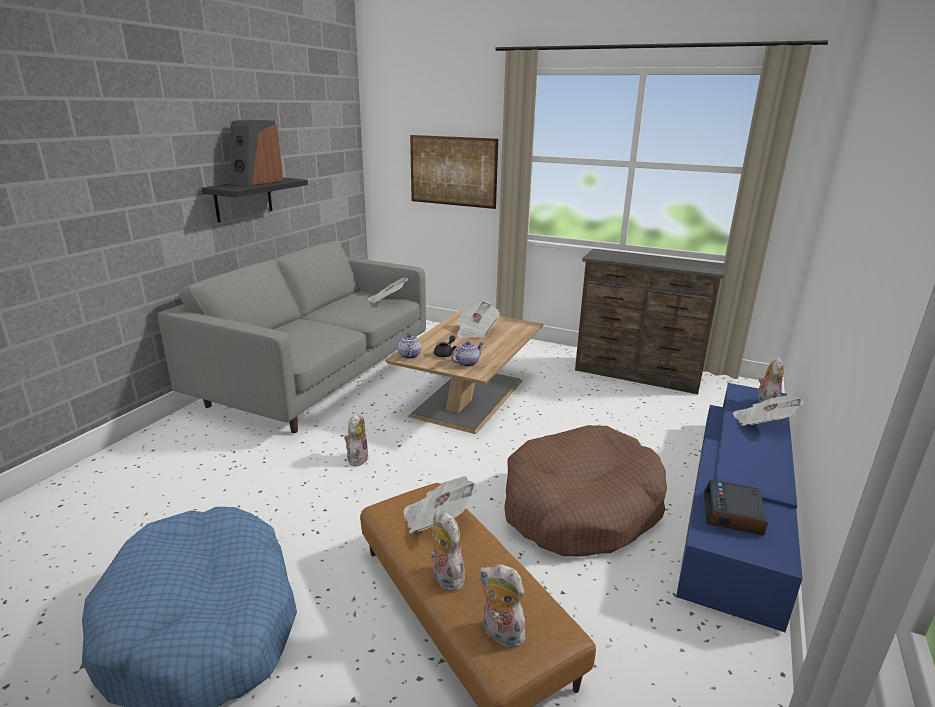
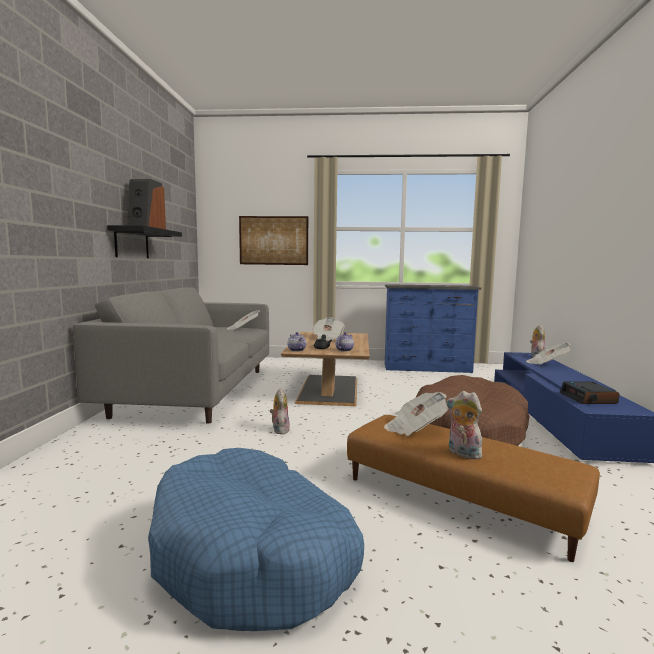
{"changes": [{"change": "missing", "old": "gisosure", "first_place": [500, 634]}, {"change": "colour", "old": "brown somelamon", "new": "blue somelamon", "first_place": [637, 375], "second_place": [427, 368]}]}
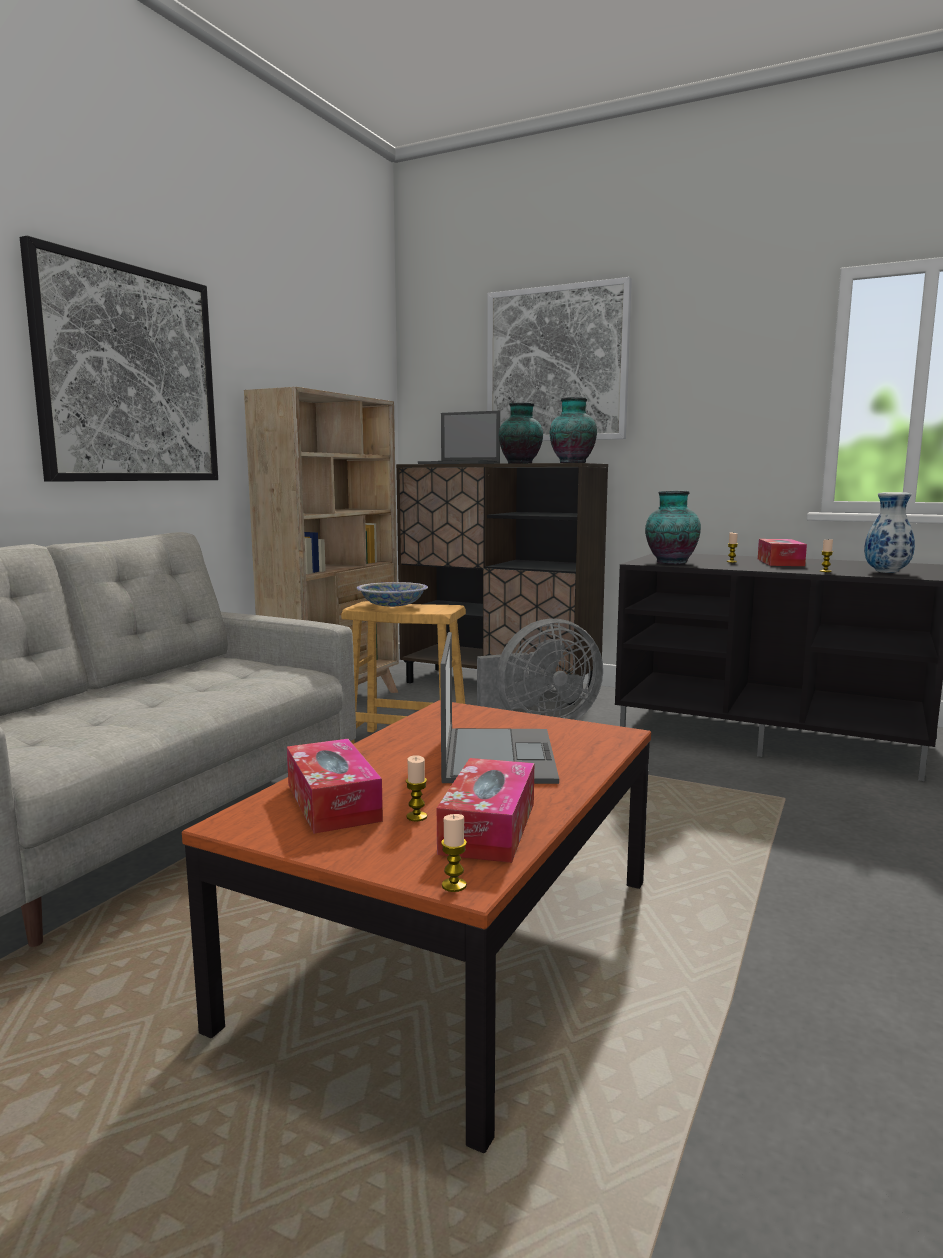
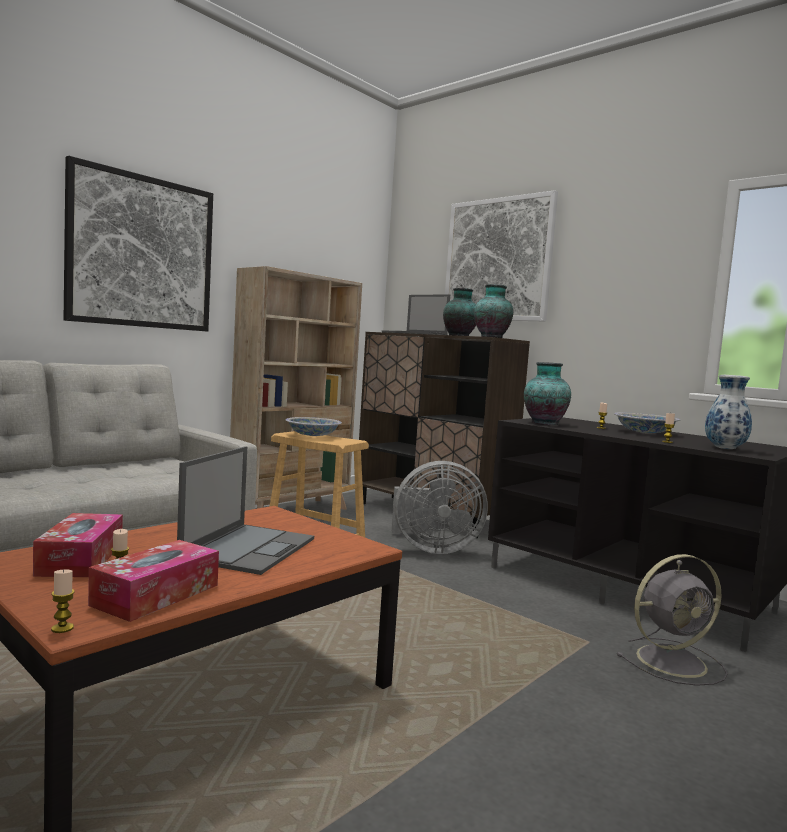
{"changes": [{"change": "appeared", "new": "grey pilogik", "second_place": [674, 661]}, {"change": "exchanged", "old": "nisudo", "new": "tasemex", "first_place": [780, 562], "second_place": [645, 432]}]}
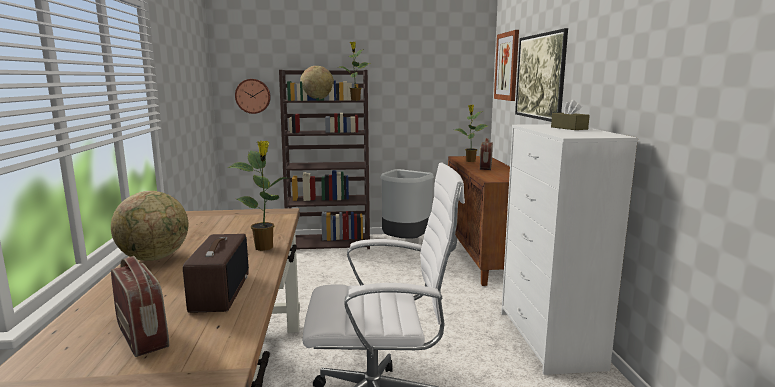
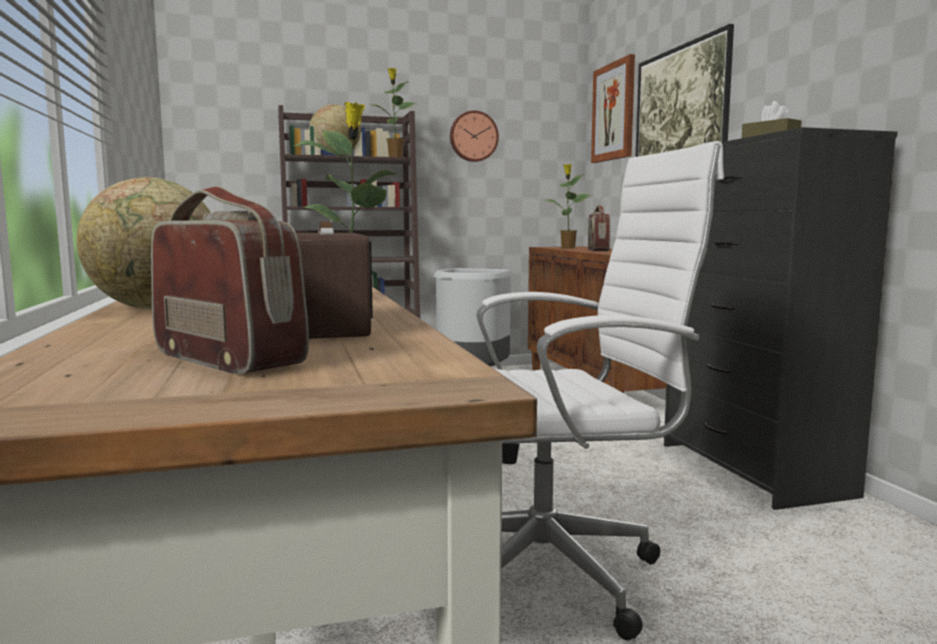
{"changes": [{"change": "relocated", "old": "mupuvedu", "first_place": [253, 96], "second_place": [473, 136]}, {"change": "colour", "old": "white somelamon", "new": "black somelamon", "first_place": [550, 339], "second_place": [754, 470]}]}
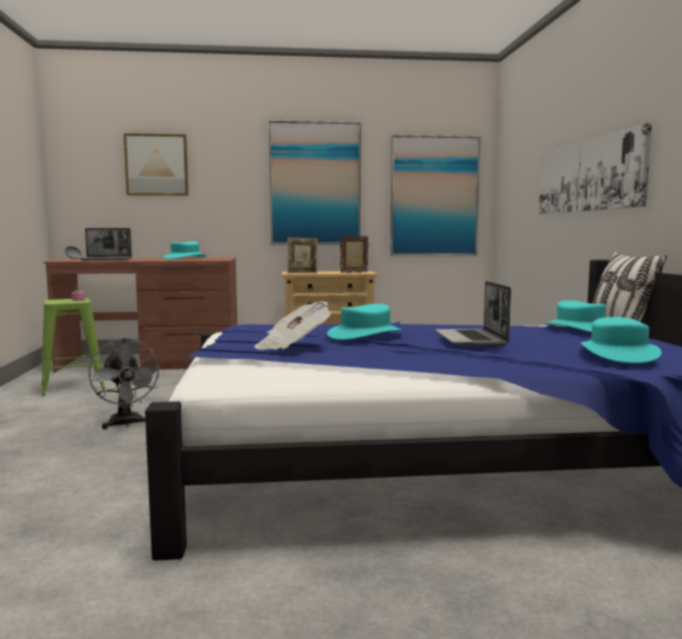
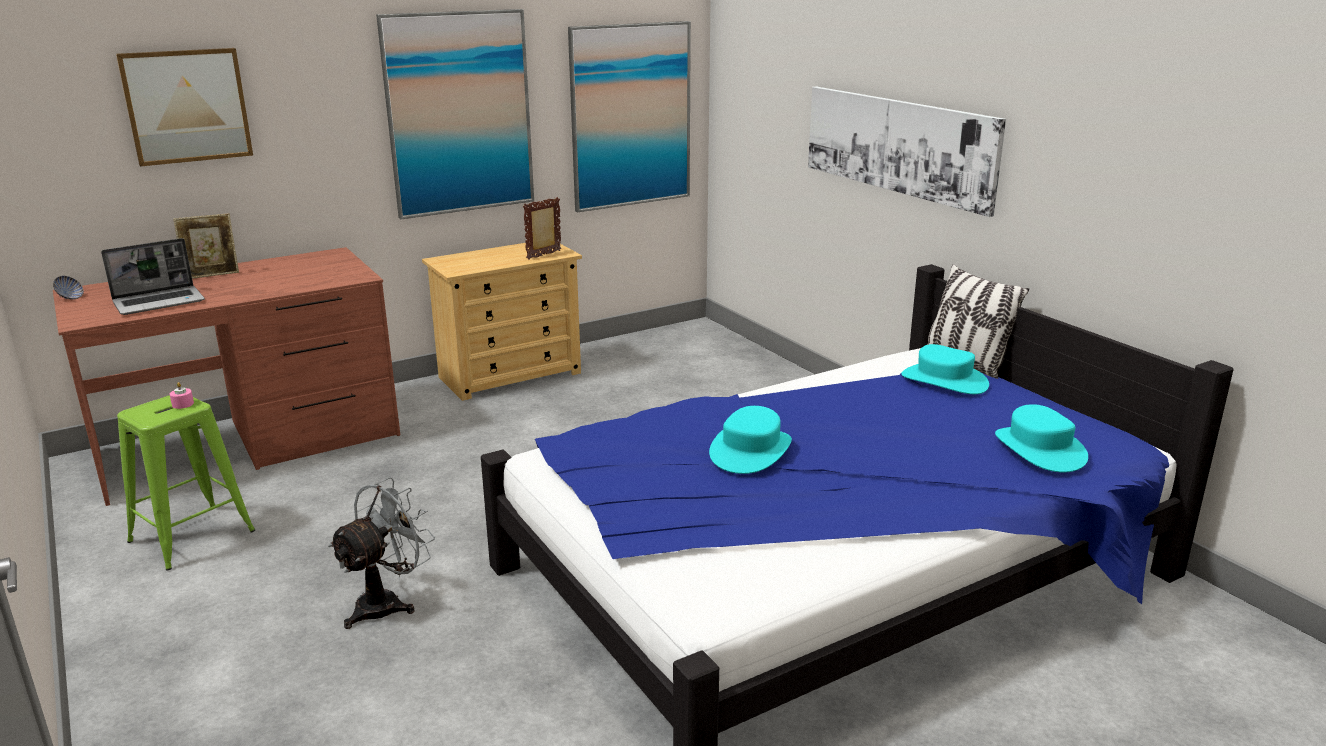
{"changes": [{"change": "missing", "old": "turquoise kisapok", "first_place": [185, 258]}, {"change": "missing", "old": "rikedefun", "first_place": [292, 346]}, {"change": "missing", "old": "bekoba", "first_place": [471, 339]}, {"change": "relocated", "old": "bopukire", "first_place": [302, 273], "second_place": [212, 275]}, {"change": "spun", "old": "grey pilogik", "first_place": [126, 424], "second_place": [387, 603], "degrees": -90}]}
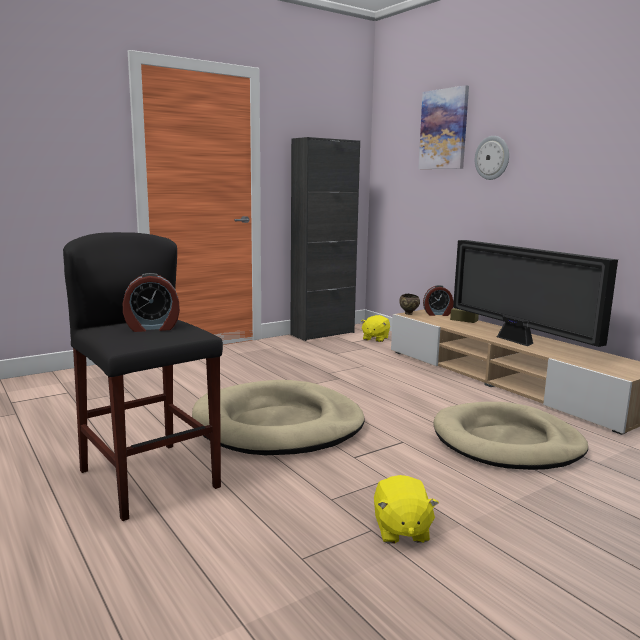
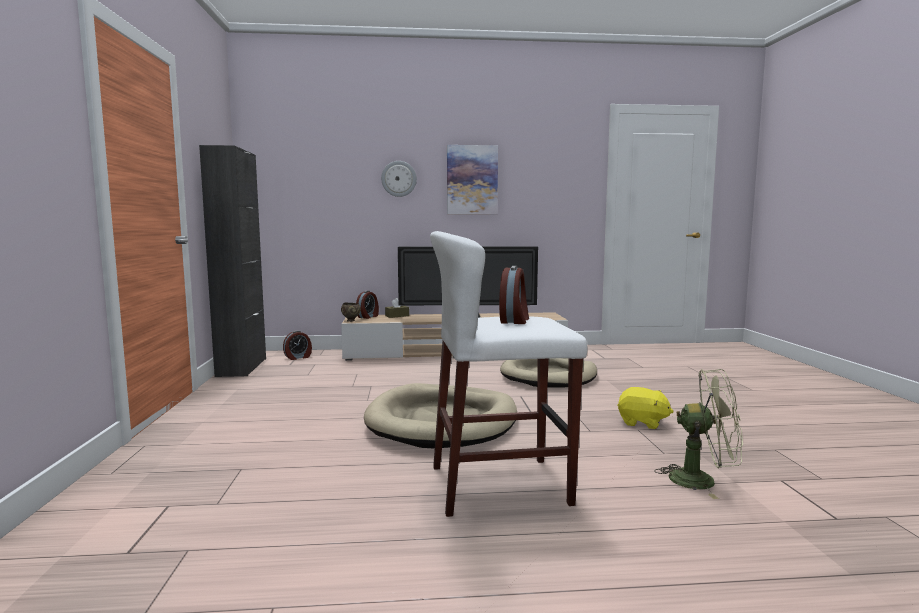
{"changes": [{"change": "appeared", "new": "green pilogik", "second_place": [702, 480]}, {"change": "relocated", "old": "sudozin", "first_place": [444, 129], "second_place": [472, 180]}, {"change": "exchanged", "old": "yellow gisosure", "new": "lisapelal", "first_place": [375, 338], "second_place": [298, 357]}, {"change": "colour", "old": "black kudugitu", "new": "white kudugitu", "first_place": [149, 479], "second_place": [499, 485]}]}
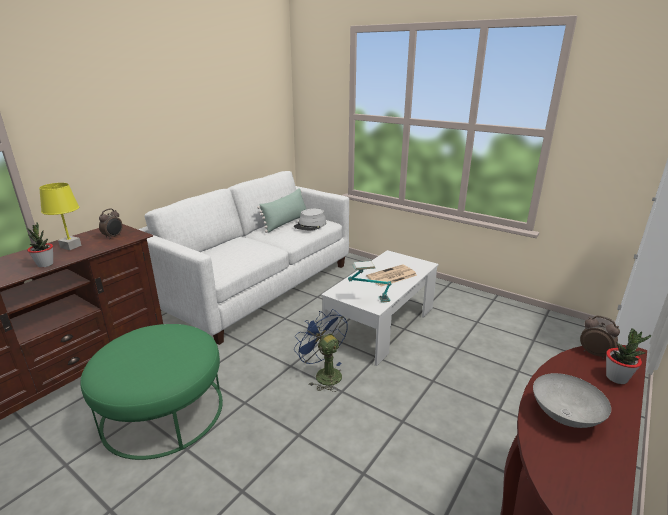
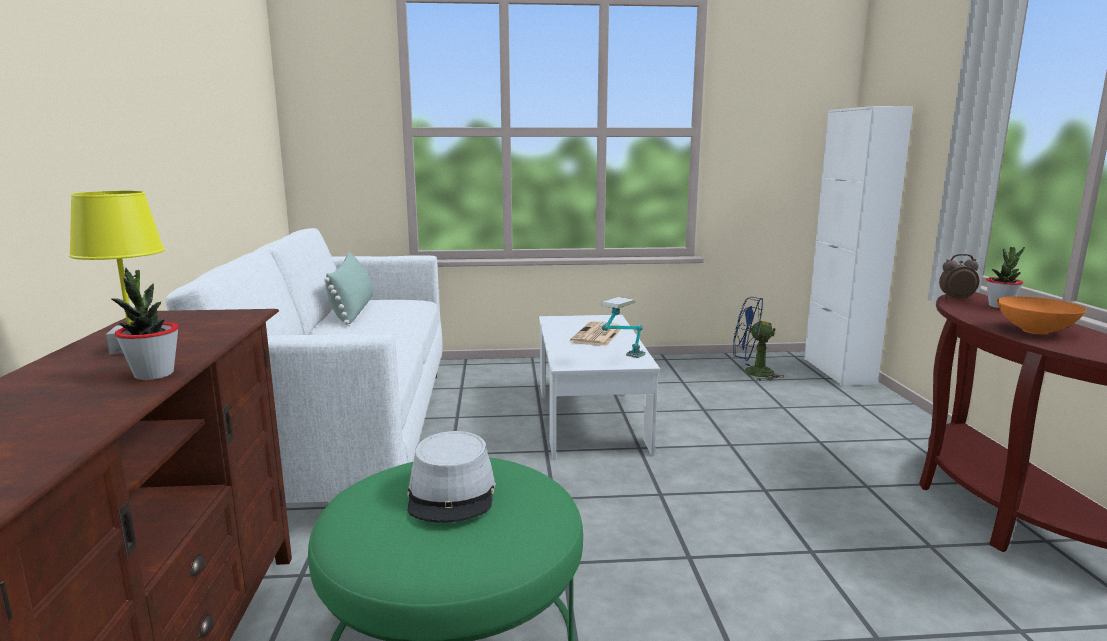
{"changes": [{"change": "missing", "old": "lisapelal", "first_place": [114, 237]}, {"change": "relocated", "old": "grey kisapok", "first_place": [310, 225], "second_place": [452, 493]}, {"change": "relocated", "old": "blue pilogik", "first_place": [323, 374], "second_place": [751, 373]}, {"change": "colour", "old": "grey tasemex", "new": "orange tasemex", "first_place": [564, 416], "second_place": [1035, 331]}]}
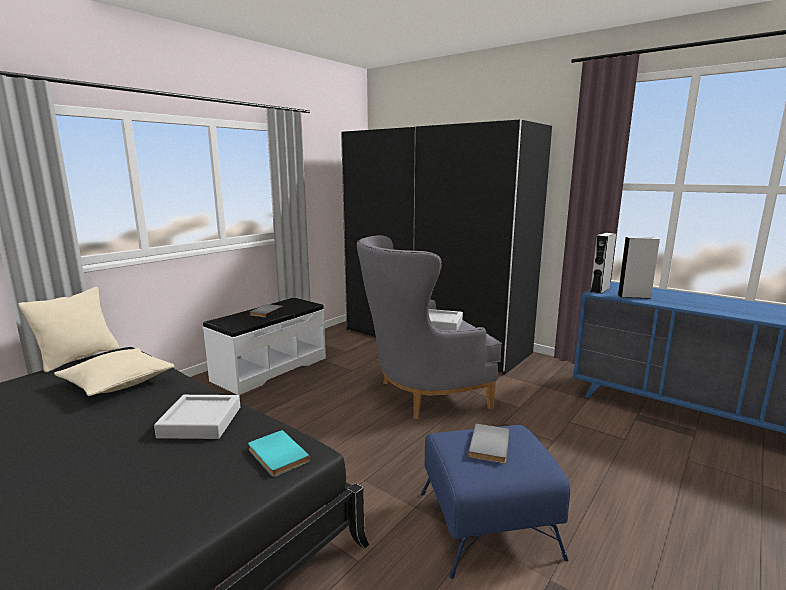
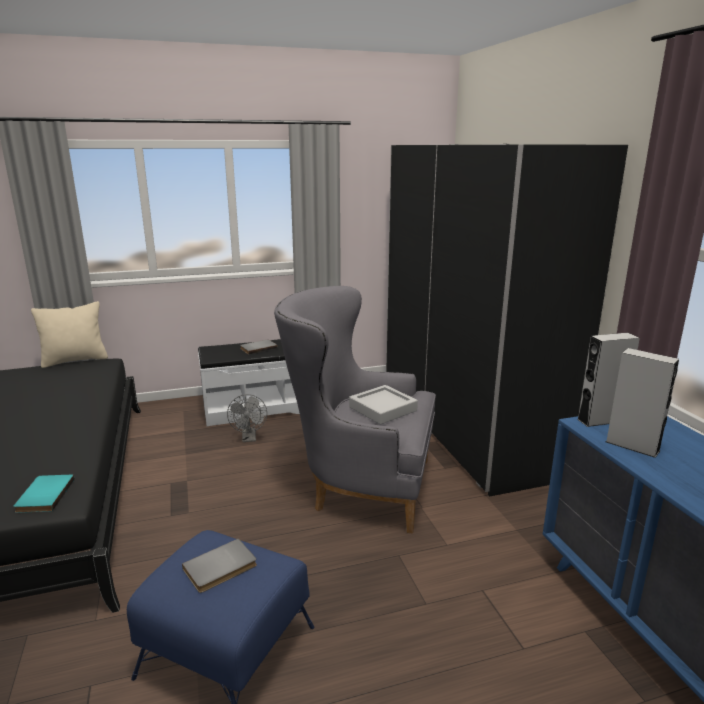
{"changes": [{"change": "missing", "old": "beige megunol", "first_place": [118, 383]}, {"change": "missing", "old": "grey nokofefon", "first_place": [200, 422]}, {"change": "appeared", "new": "grey pilogik", "second_place": [249, 438]}]}
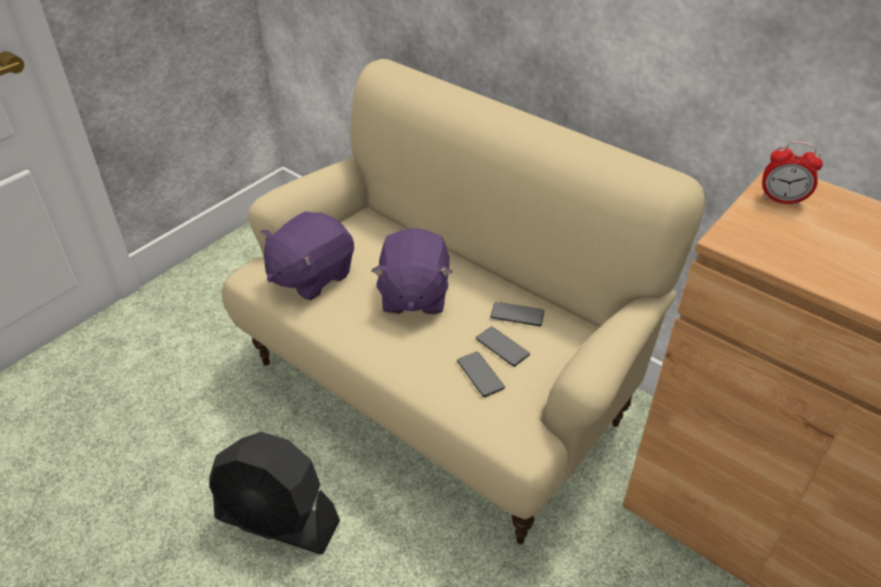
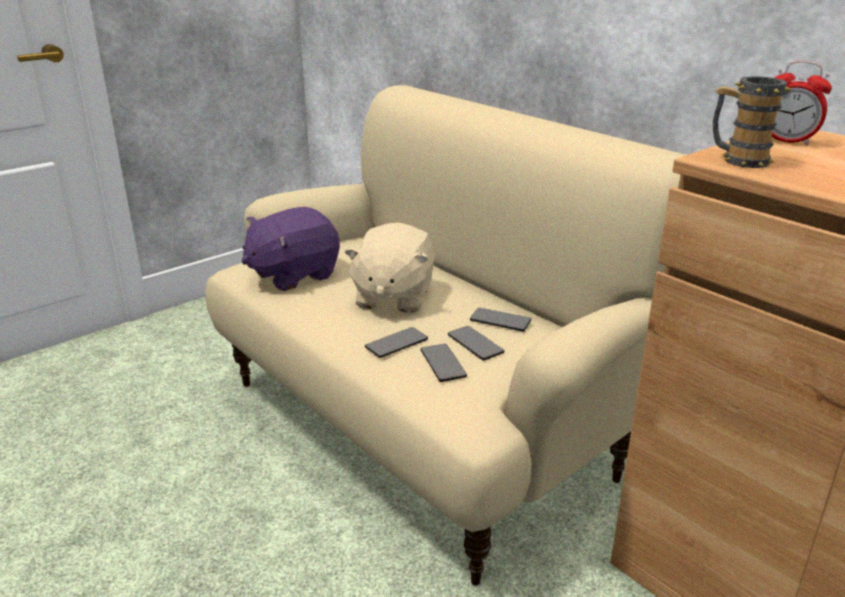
{"changes": [{"change": "missing", "old": "black pilogik", "first_place": [278, 521]}, {"change": "appeared", "new": "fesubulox", "second_place": [396, 343]}, {"change": "appeared", "new": "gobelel", "second_place": [738, 160]}, {"change": "colour", "old": "purple gisosure", "new": "beige gisosure", "first_place": [413, 295], "second_place": [392, 297]}]}
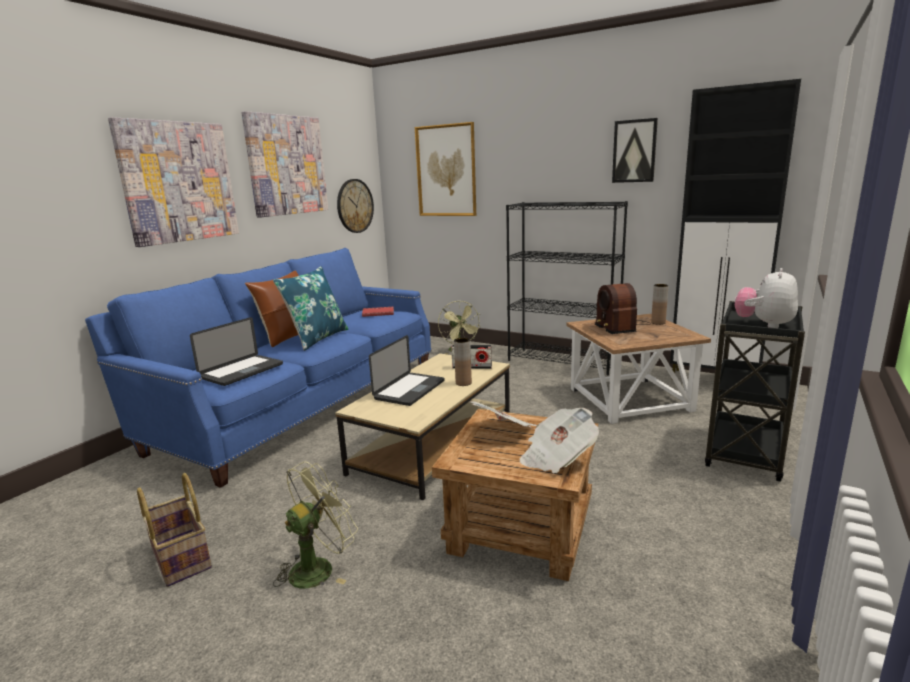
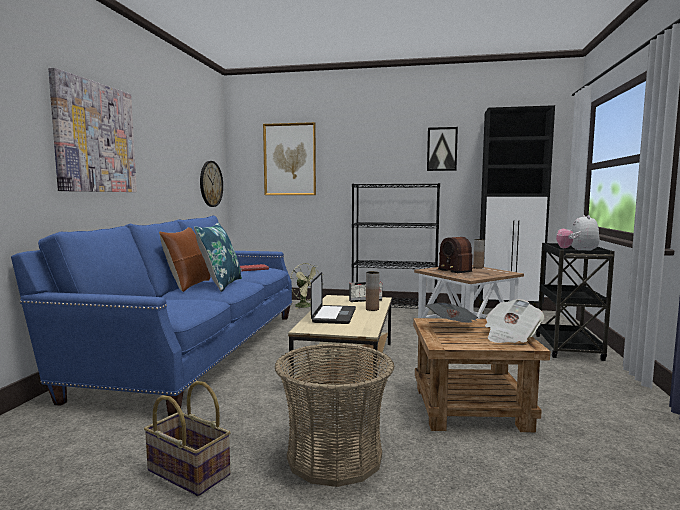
{"changes": [{"change": "missing", "old": "bekoba", "first_place": [242, 371]}, {"change": "missing", "old": "sudozin", "first_place": [286, 165]}, {"change": "exchanged", "old": "green pilogik", "new": "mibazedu", "first_place": [318, 567], "second_place": [334, 457]}]}
